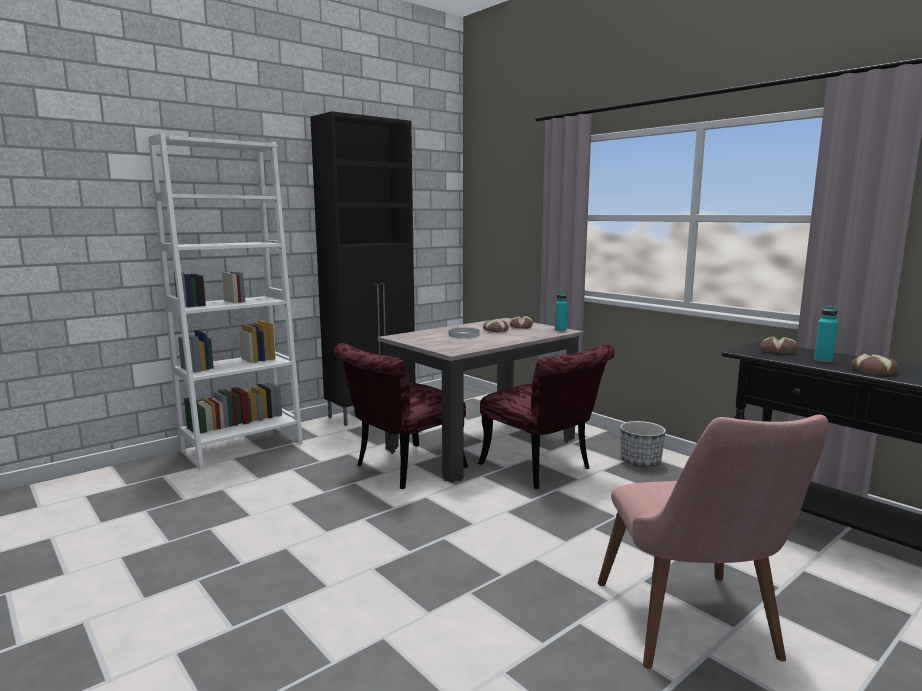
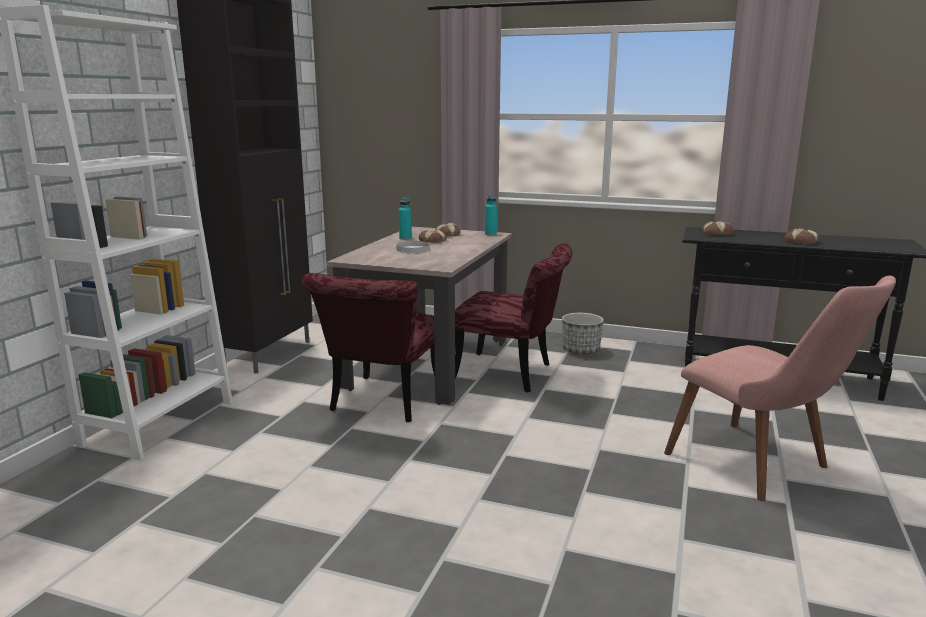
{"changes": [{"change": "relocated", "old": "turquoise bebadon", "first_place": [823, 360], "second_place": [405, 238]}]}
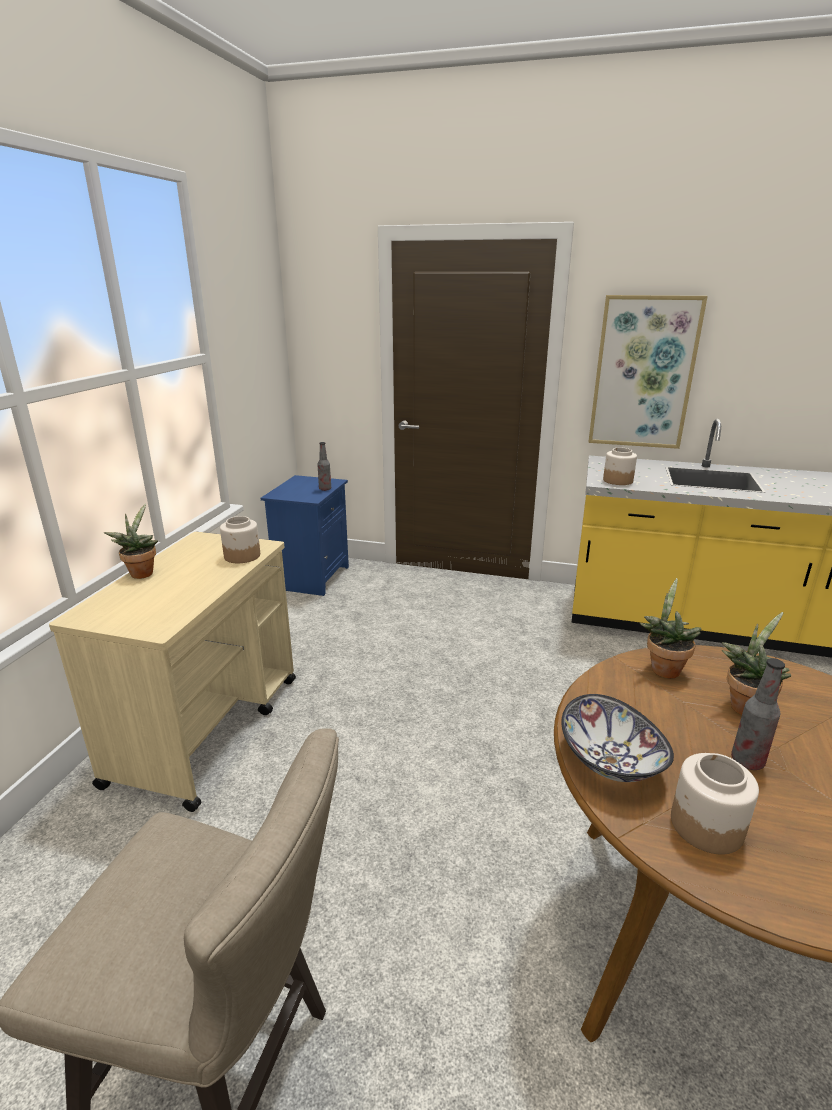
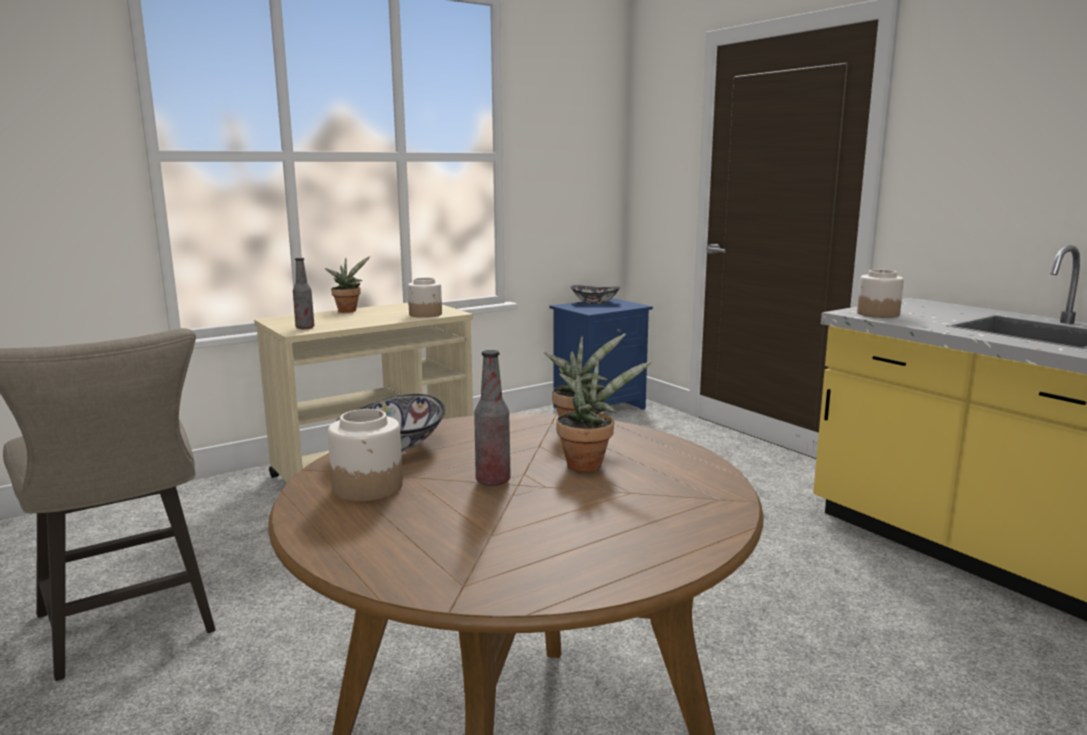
{"changes": [{"change": "missing", "old": "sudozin", "first_place": [643, 373]}, {"change": "appeared", "new": "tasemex", "second_place": [595, 302]}, {"change": "relocated", "old": "bebadon", "first_place": [325, 489], "second_place": [305, 328]}]}
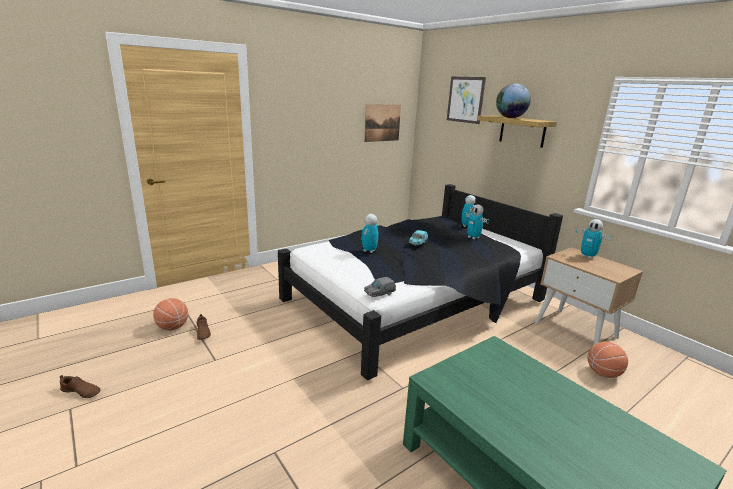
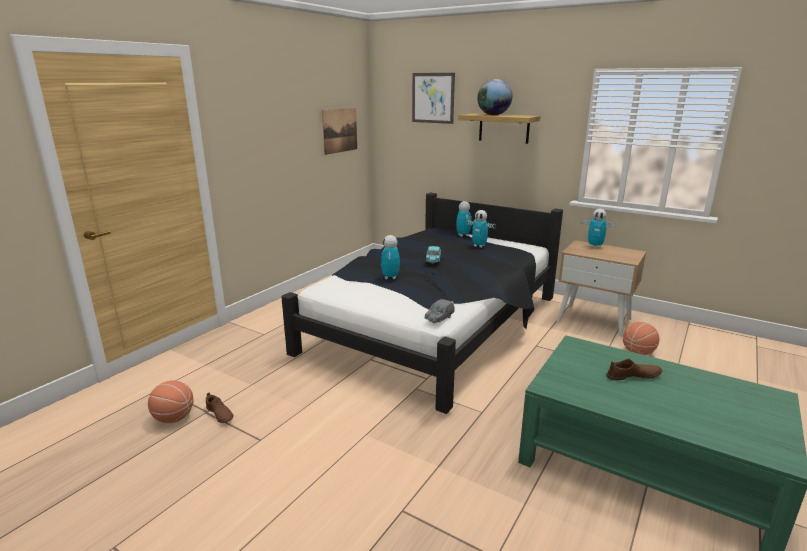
{"changes": [{"change": "relocated", "old": "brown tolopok", "first_place": [81, 392], "second_place": [633, 376]}]}
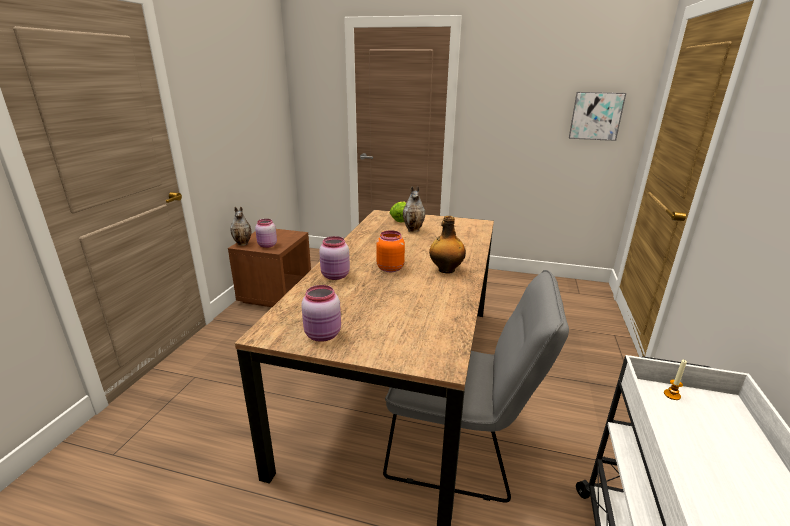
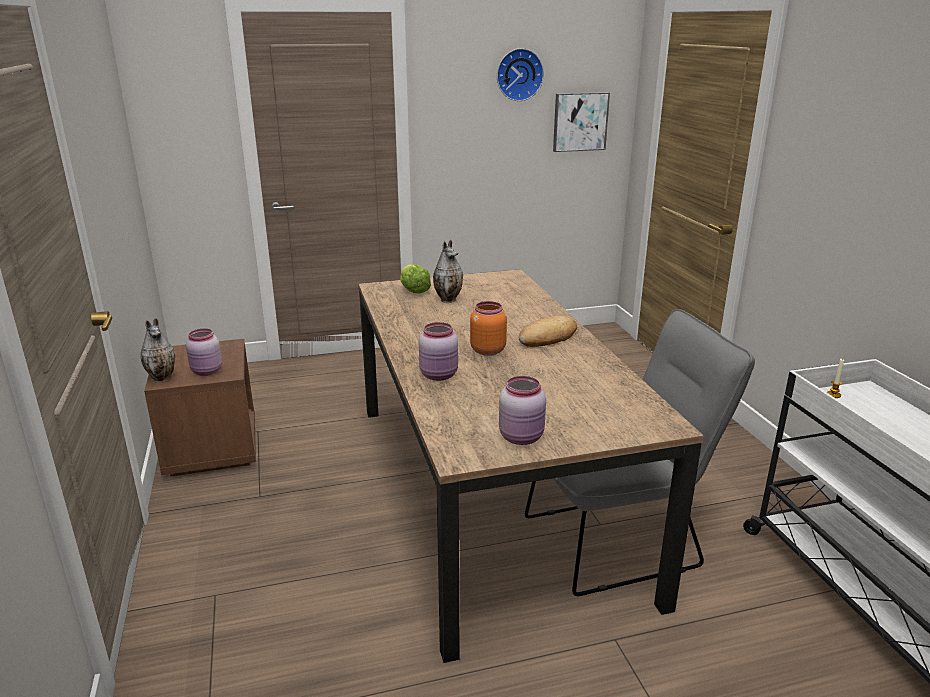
{"changes": [{"change": "appeared", "new": "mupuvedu", "second_place": [518, 74]}, {"change": "exchanged", "old": "bebadon", "new": "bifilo", "first_place": [446, 270], "second_place": [548, 337]}]}
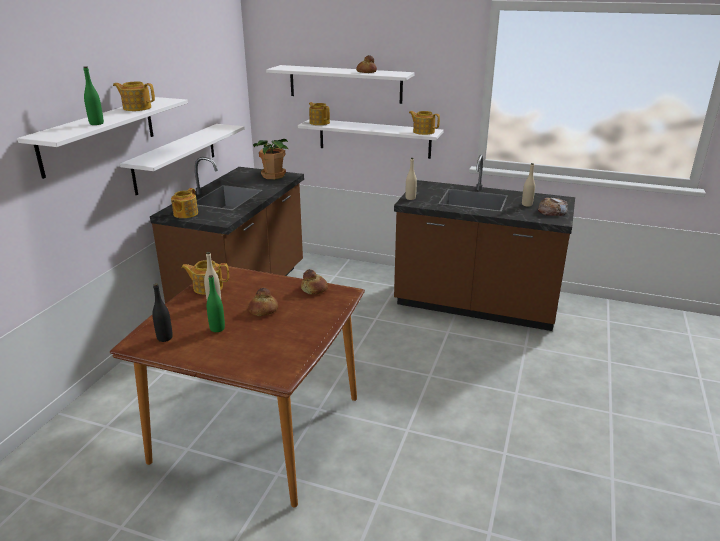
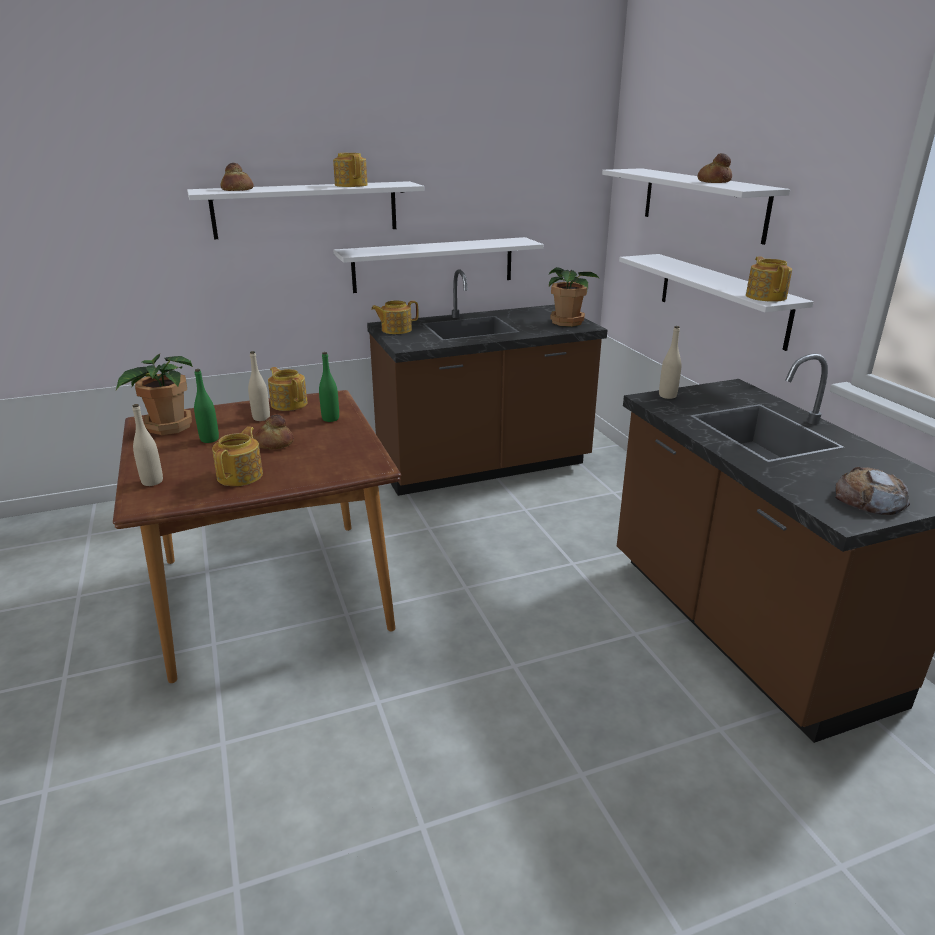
{"changes": [{"change": "relocated", "old": "green bebadon", "first_place": [96, 123], "second_place": [330, 419]}, {"change": "relocated", "old": "bifilo", "first_place": [314, 289], "second_place": [238, 190]}, {"change": "relocated", "old": "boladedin", "first_place": [319, 122], "second_place": [241, 475]}, {"change": "relocated", "old": "beige bebadon", "first_place": [527, 204], "second_place": [152, 481]}, {"change": "exchanged", "old": "black bebadon", "new": "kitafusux", "first_place": [165, 338], "second_place": [167, 427]}]}
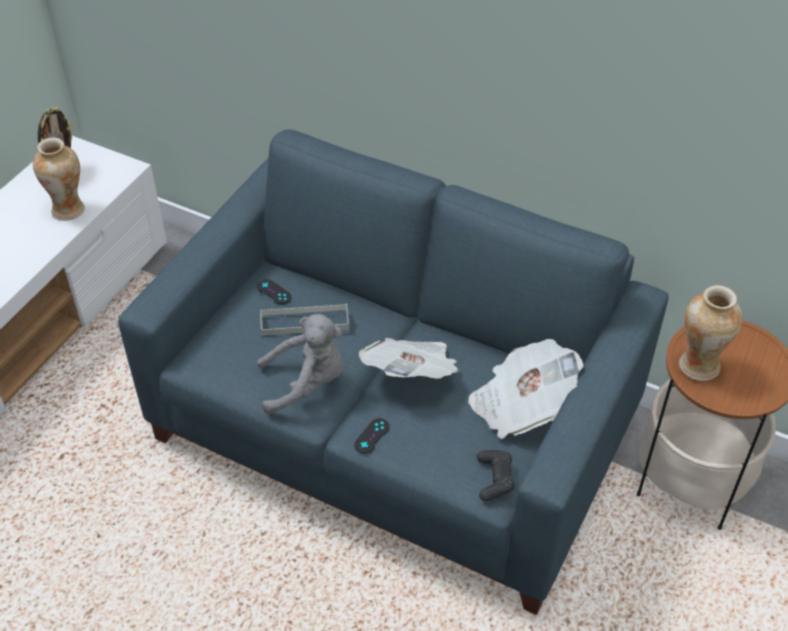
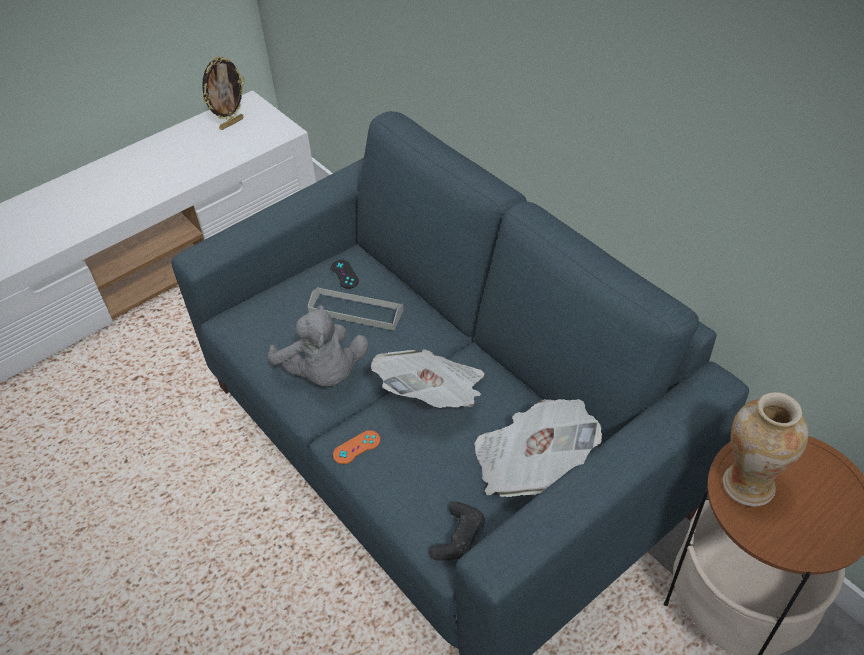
{"changes": [{"change": "missing", "old": "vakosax", "first_place": [68, 210]}, {"change": "colour", "old": "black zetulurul", "new": "orange zetulurul", "first_place": [372, 436], "second_place": [356, 447]}, {"change": "spun", "old": "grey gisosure", "first_place": [307, 383], "second_place": [323, 373], "degrees": 45}]}
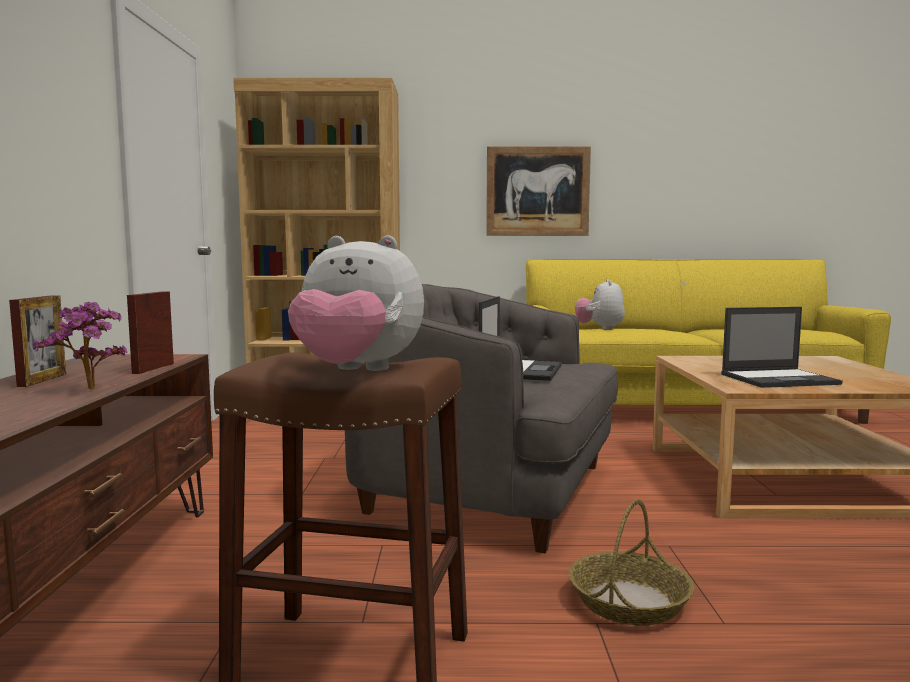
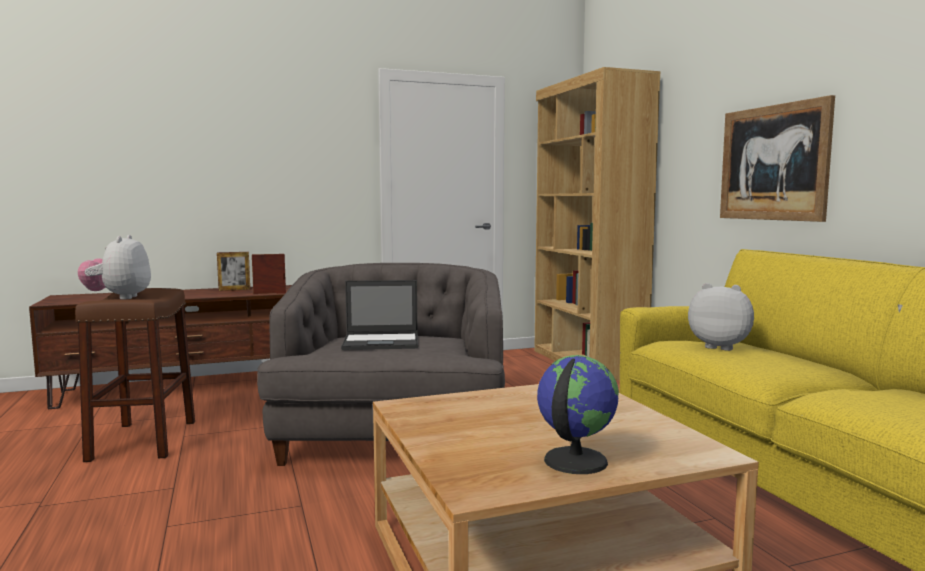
{"changes": [{"change": "missing", "old": "kitafusux", "first_place": [90, 390]}, {"change": "missing", "old": "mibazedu", "first_place": [629, 601]}, {"change": "missing", "old": "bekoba", "first_place": [780, 379]}, {"change": "appeared", "new": "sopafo", "second_place": [574, 460]}, {"change": "spun", "old": "gisosure", "first_place": [600, 329], "second_place": [720, 346], "degrees": 45}]}
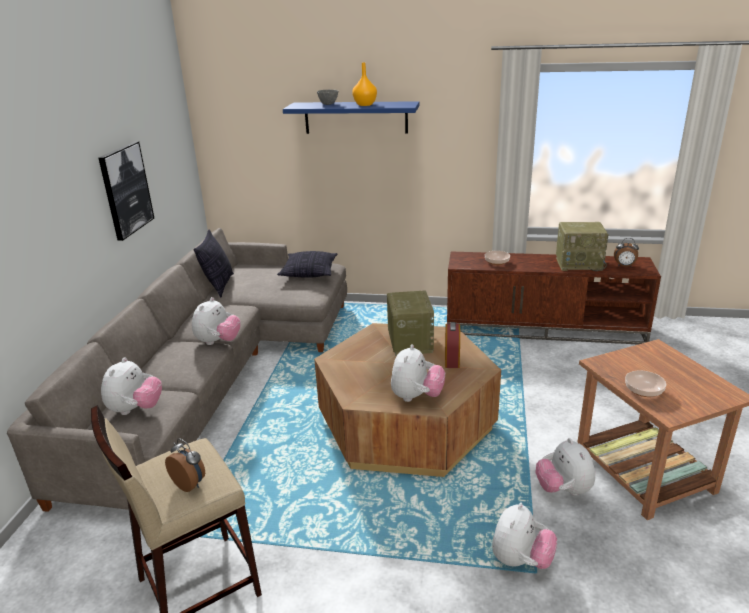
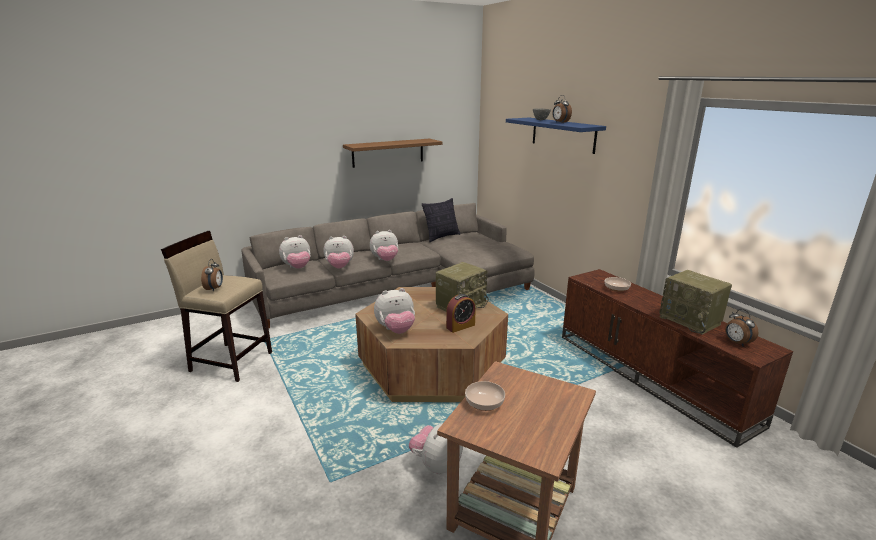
{"changes": [{"change": "missing", "old": "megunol", "first_place": [309, 273]}, {"change": "relocated", "old": "gisosure", "first_place": [521, 560], "second_place": [339, 267]}, {"change": "exchanged", "old": "sudozin", "new": "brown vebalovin", "first_place": [125, 190], "second_place": [388, 152]}, {"change": "exchanged", "old": "orange vakosax", "new": "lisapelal", "first_place": [365, 104], "second_place": [560, 122]}]}
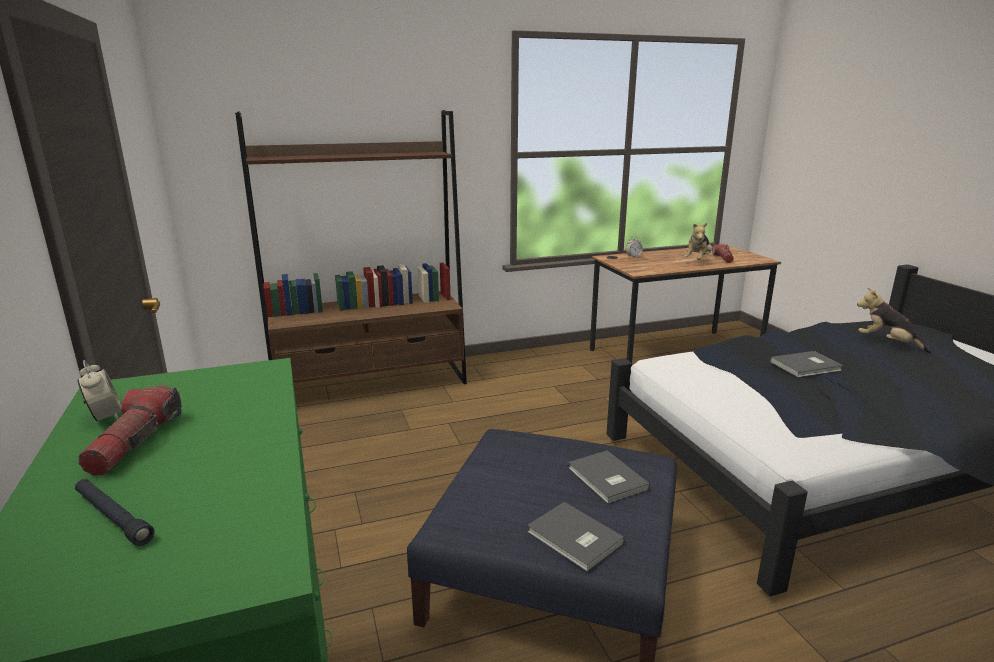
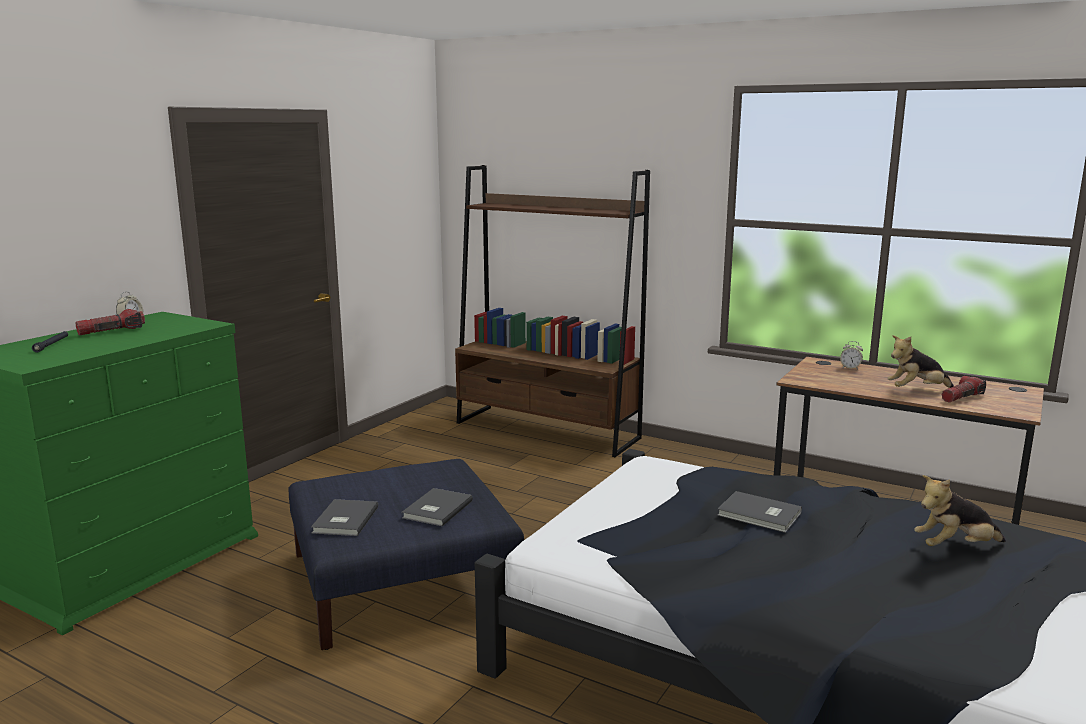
{"changes": [{"change": "spun", "old": "gisosure", "first_place": [887, 343], "second_place": [955, 547], "degrees": -105}]}
